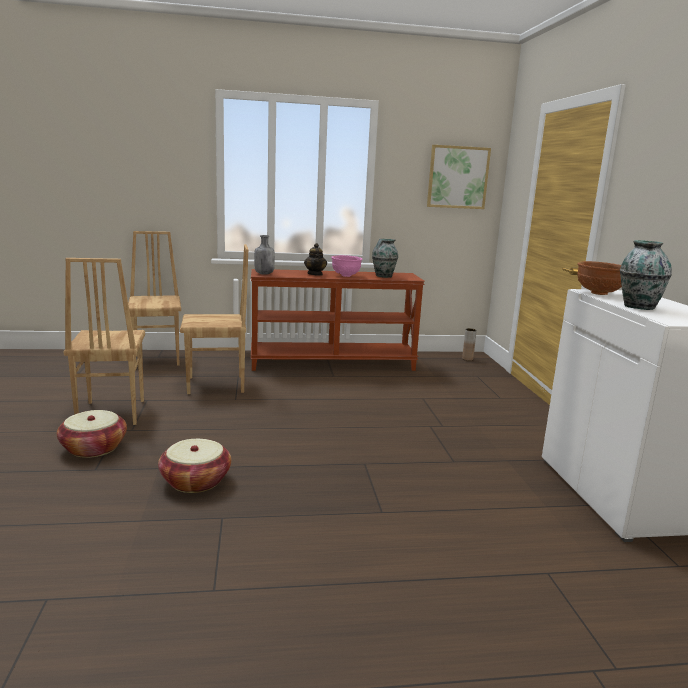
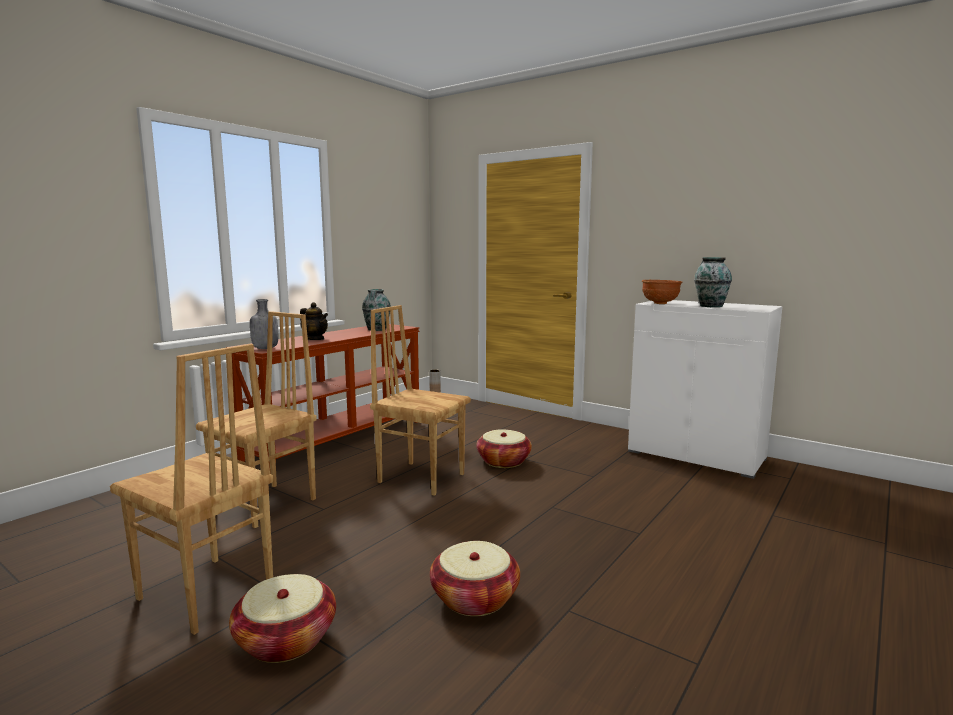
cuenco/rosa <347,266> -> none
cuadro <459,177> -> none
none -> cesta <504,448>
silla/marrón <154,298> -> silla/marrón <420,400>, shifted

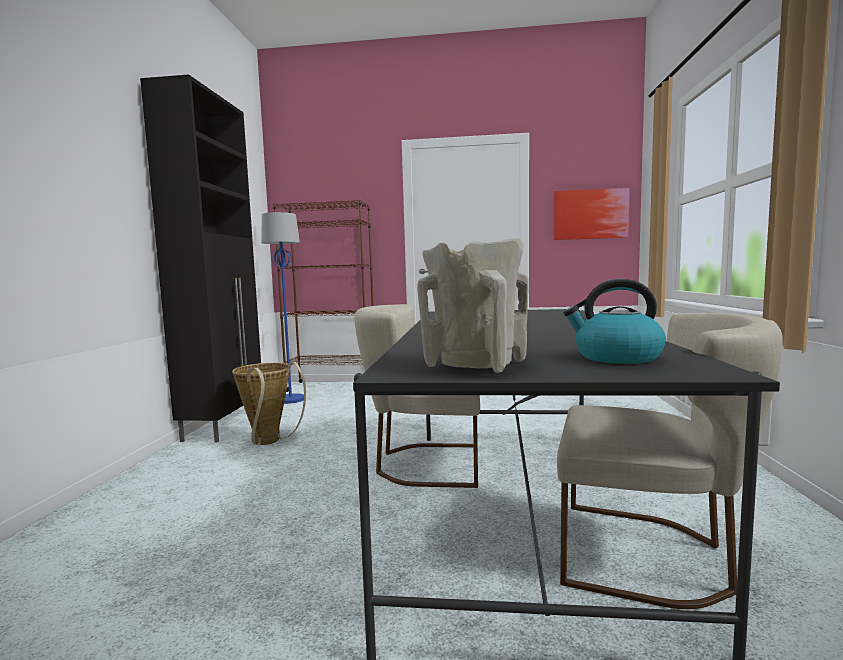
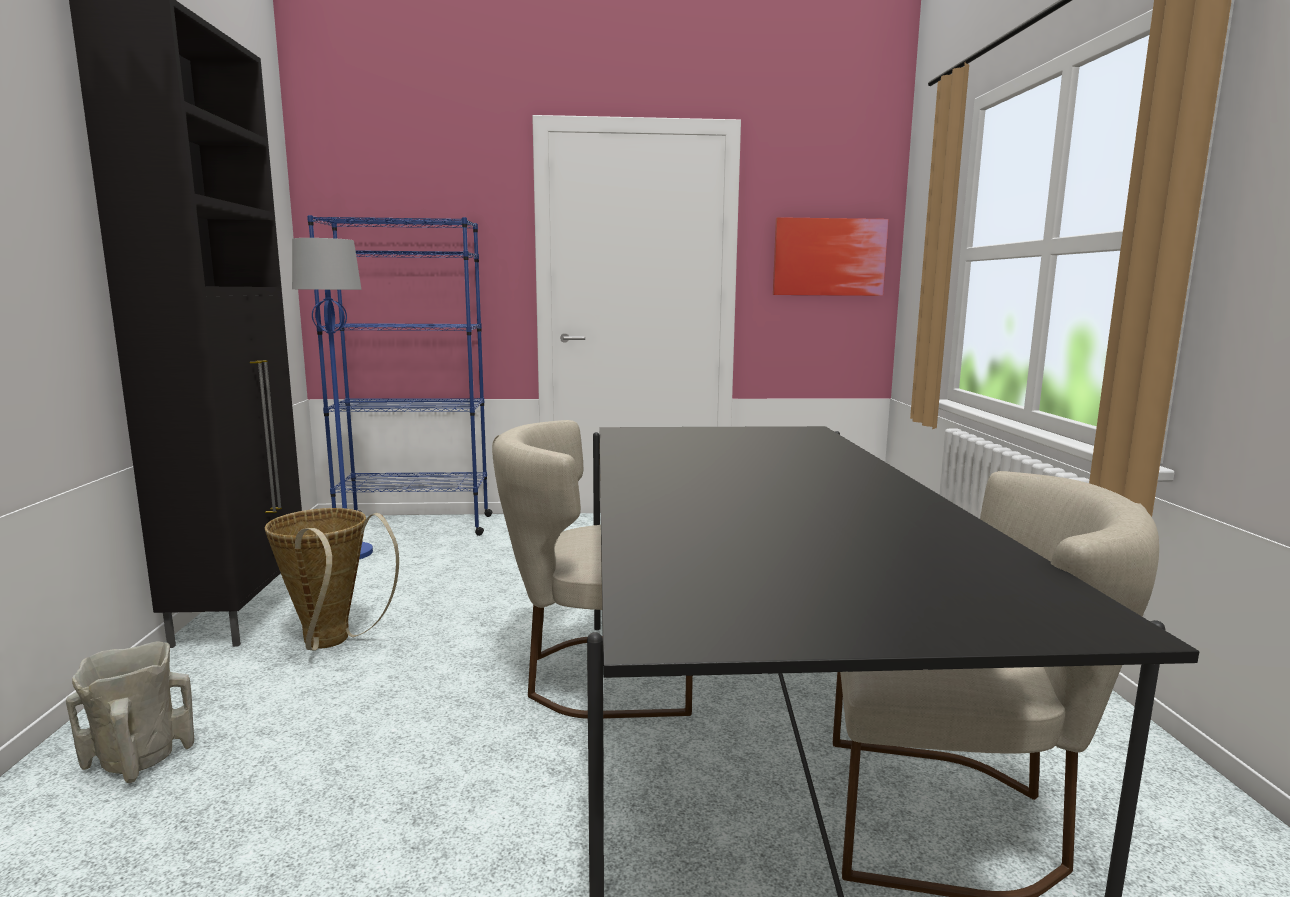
hervidor <615,321> -> none
florero/beis <473,305> -> florero/beis <130,712>, shifted
estantería/marrón <323,295> -> estantería/azul <399,375>

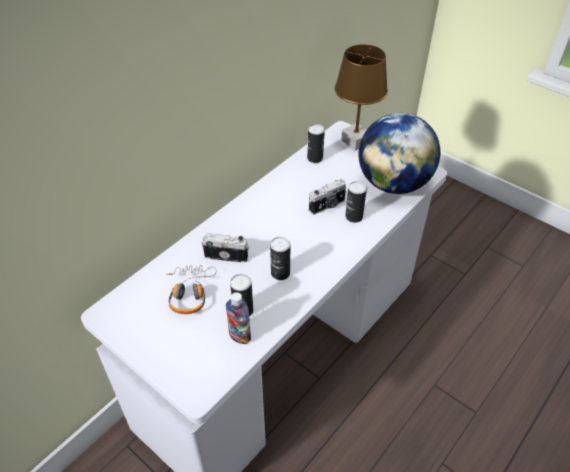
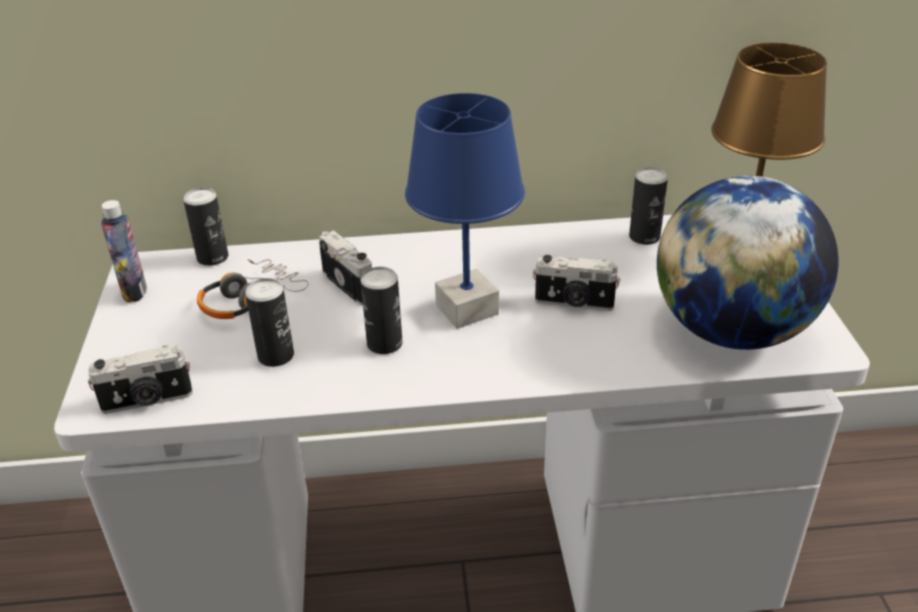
none -> cámara <140,379>
none -> lámpara de mesa/azul <465,211>
botella <238,318> -> botella <124,251>, shifted
lata <356,202> -> lata <205,227>, shifted

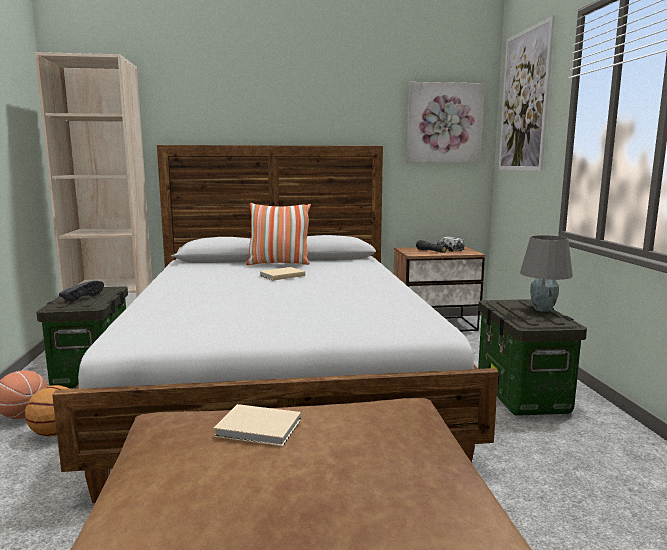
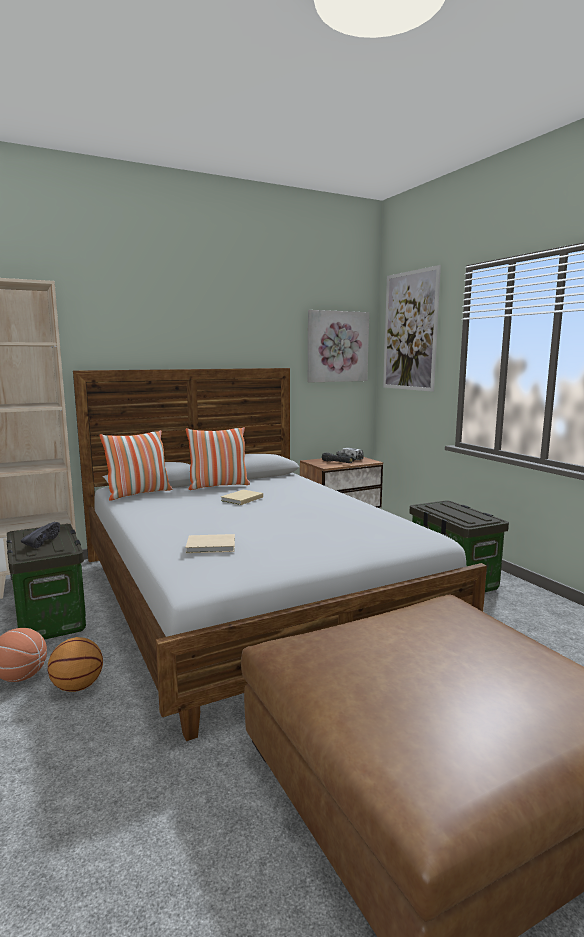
lámpara de mesa/gris <546,273> -> none
none -> cojín <135,465>
libro/beis <257,425> -> libro/beis <210,543>, shifted

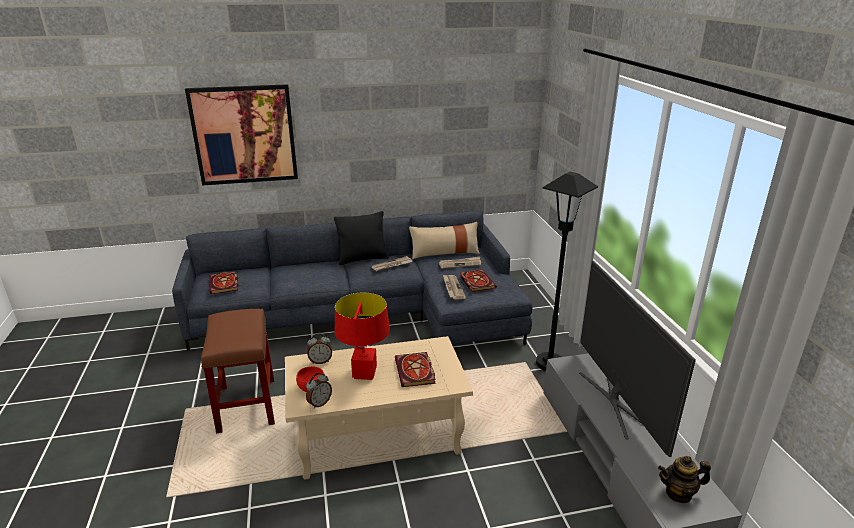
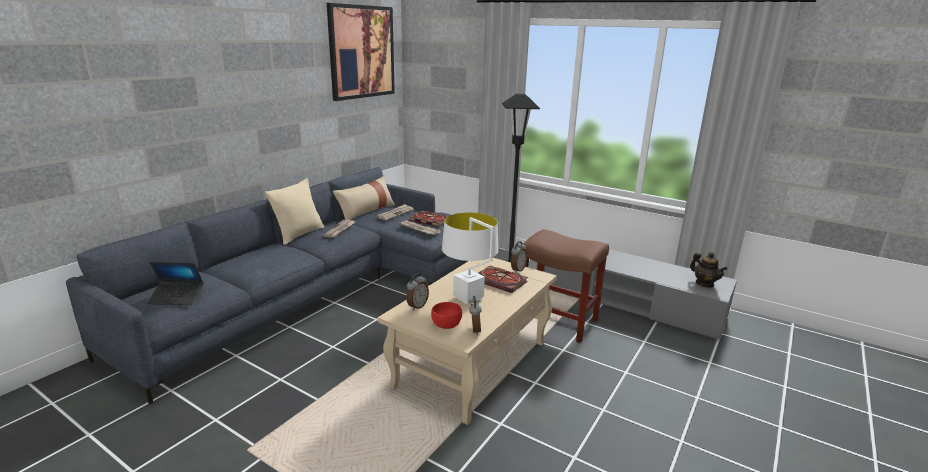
televisor <637,358> -> none
none -> despertador <519,257>
cuadro <241,135> -> cuadro <361,52>, shifted
taburete/marrón <238,371> -> taburete/marrón <565,286>, shifted
libro <224,282> -> portátil <175,283>
cojín/negro <361,238> -> cojín/beis <294,211>
lámpara de mesa/rojo <362,336> -> lámpara de mesa/blanco <470,258>
tetera <684,479> -> tetera <708,270>, 75 degrees counterclockwise

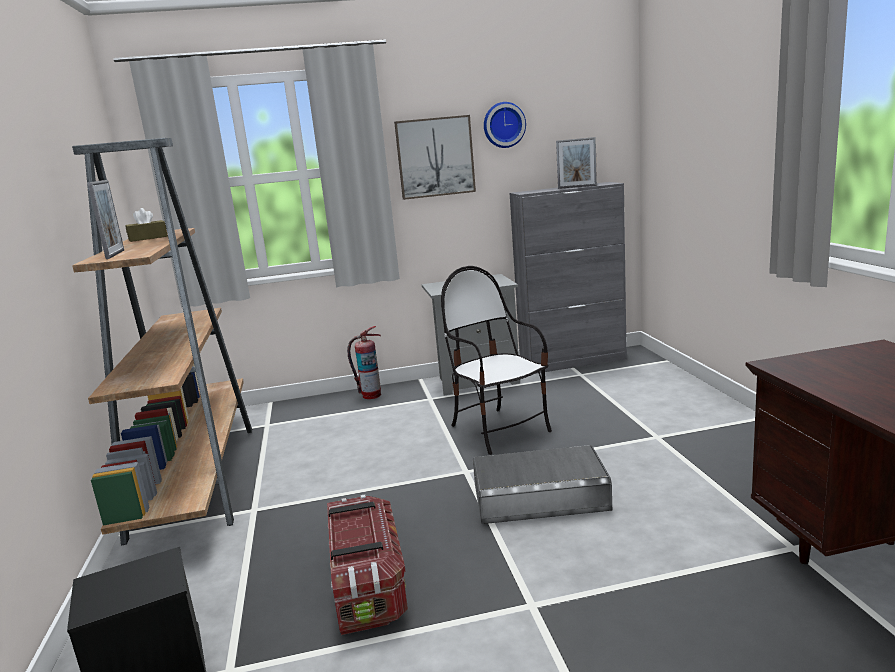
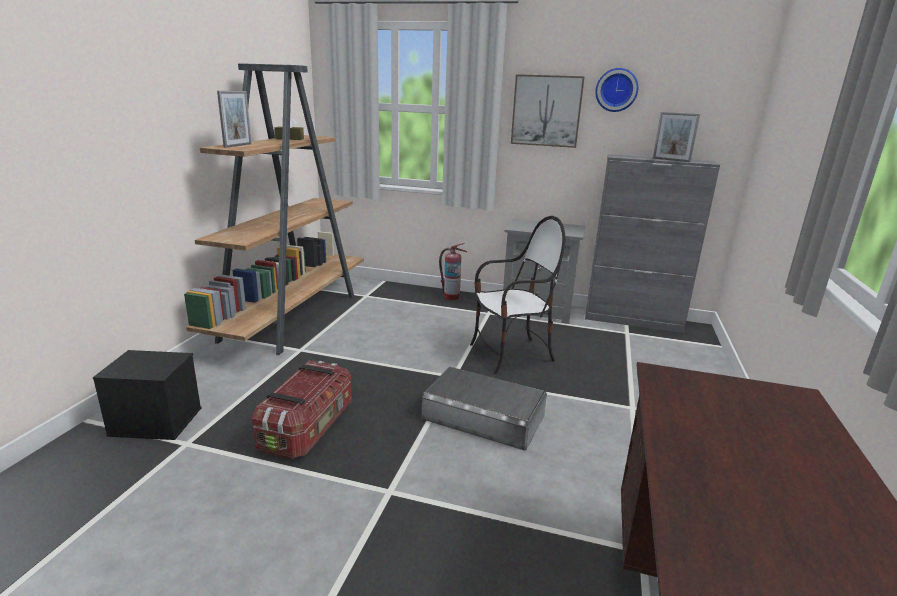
silla <496,360> -> silla <518,295>, 75 degrees clockwise

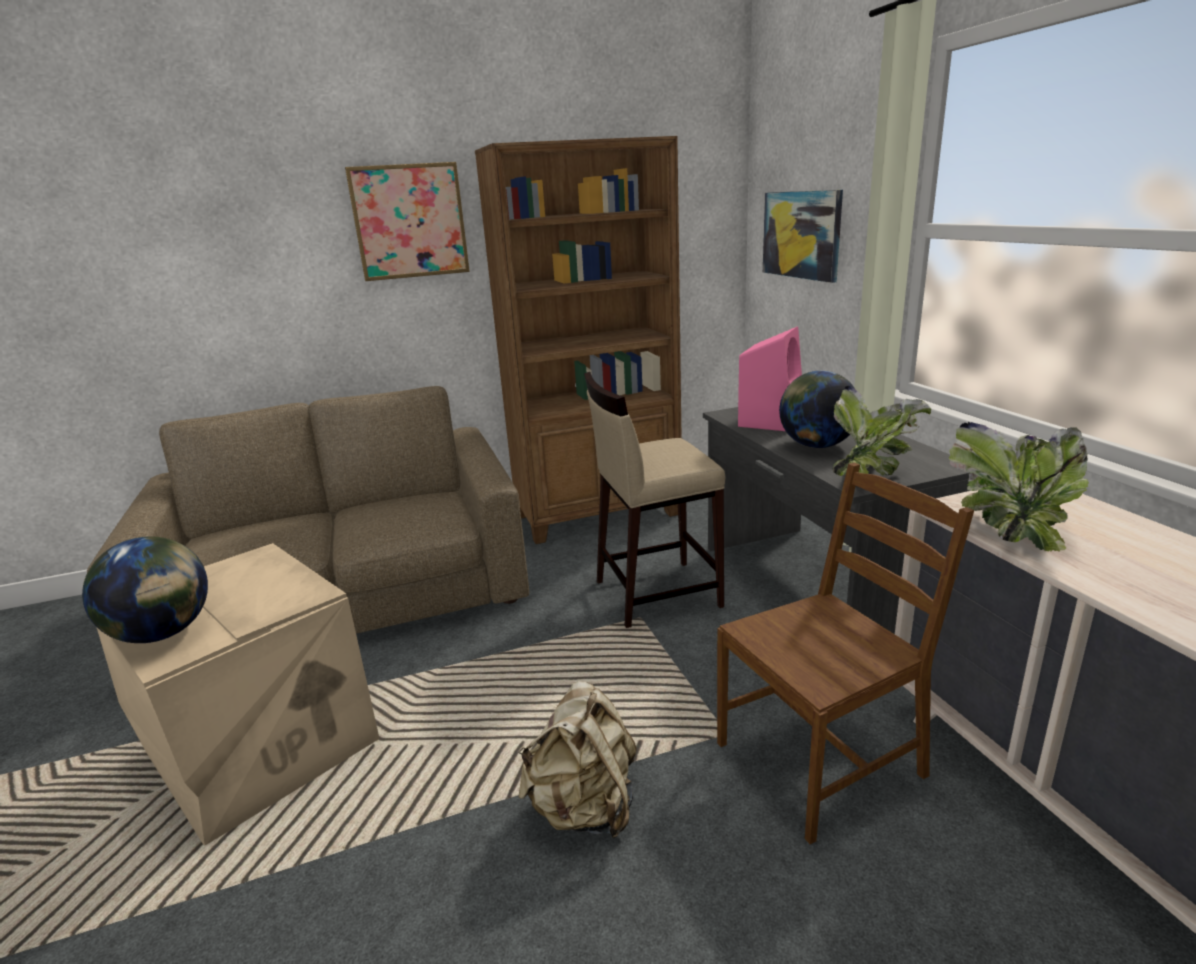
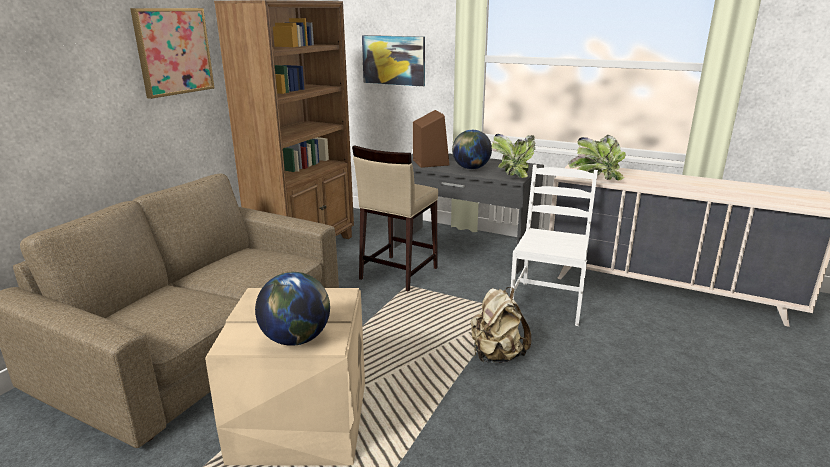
silla/marrón <845,653> -> silla/blanco <554,245>
altavoz/rosa <770,378> -> altavoz/marrón <431,139>

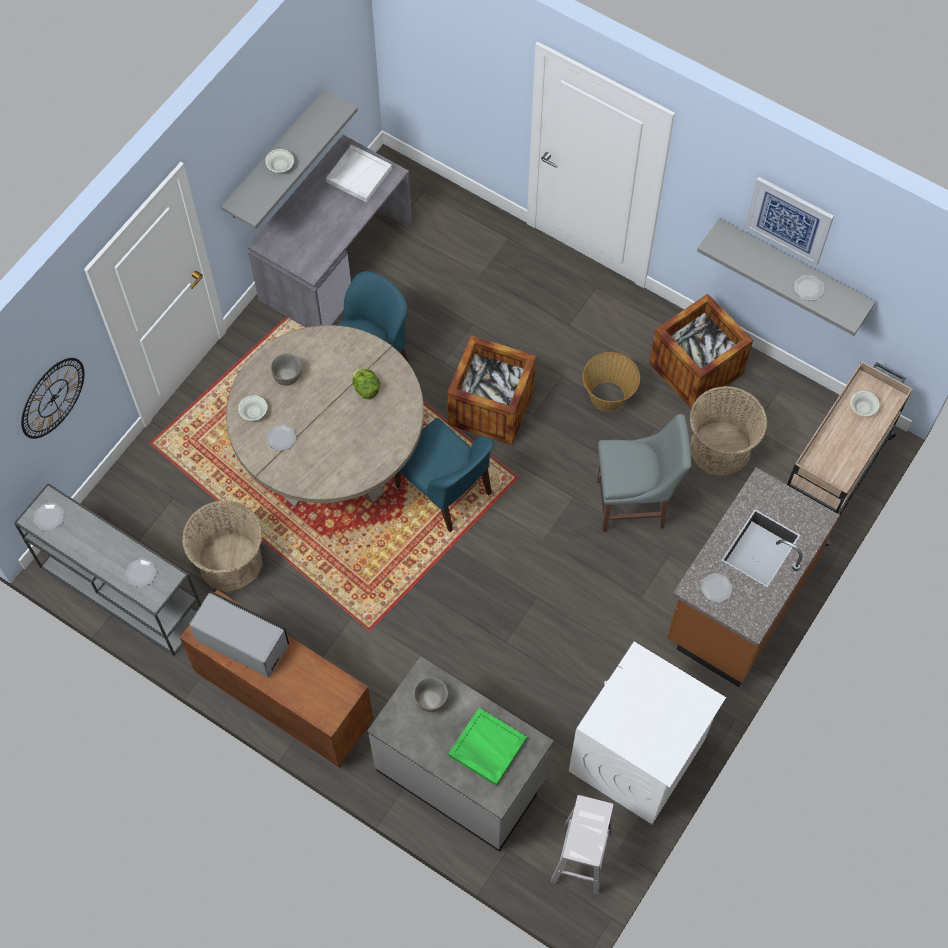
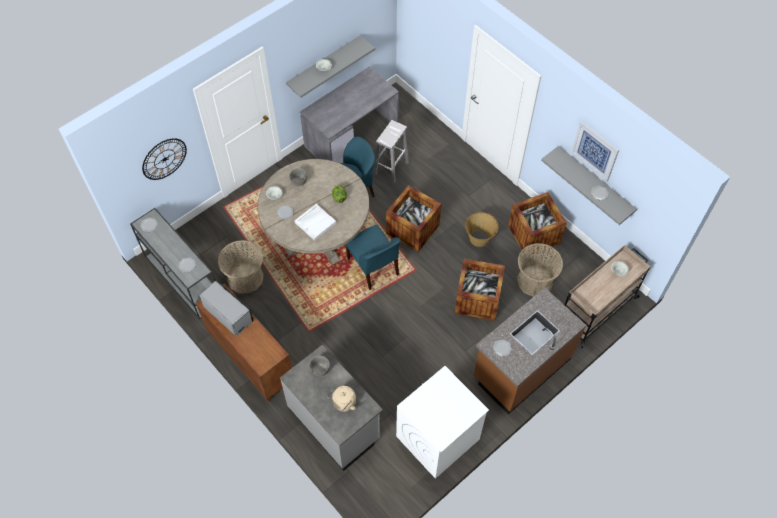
bandeja/blanco <359,173> -> bandeja/blanco <315,222>, shifted
taburete/blanco <582,845> -> taburete/blanco <391,151>, shifted
bandeja/verde <487,747> -> hervidor/beis <341,399>
silla/gris <644,473> -> caja de embalaje <480,290>

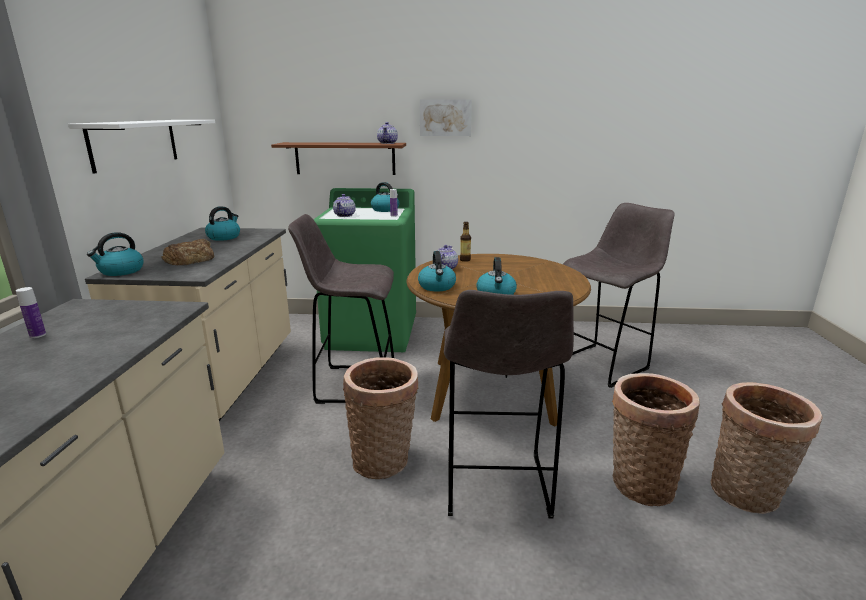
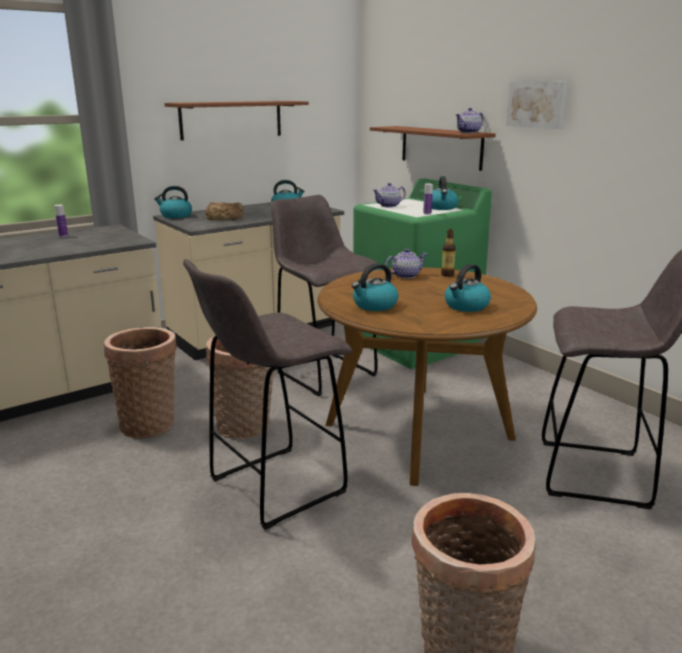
hervidor <437,271> -> hervidor <468,288>, shifted
cesta <656,439> -> cesta <140,383>, shifted
estante/blanco <141,147> -> estante/marrón <236,121>

